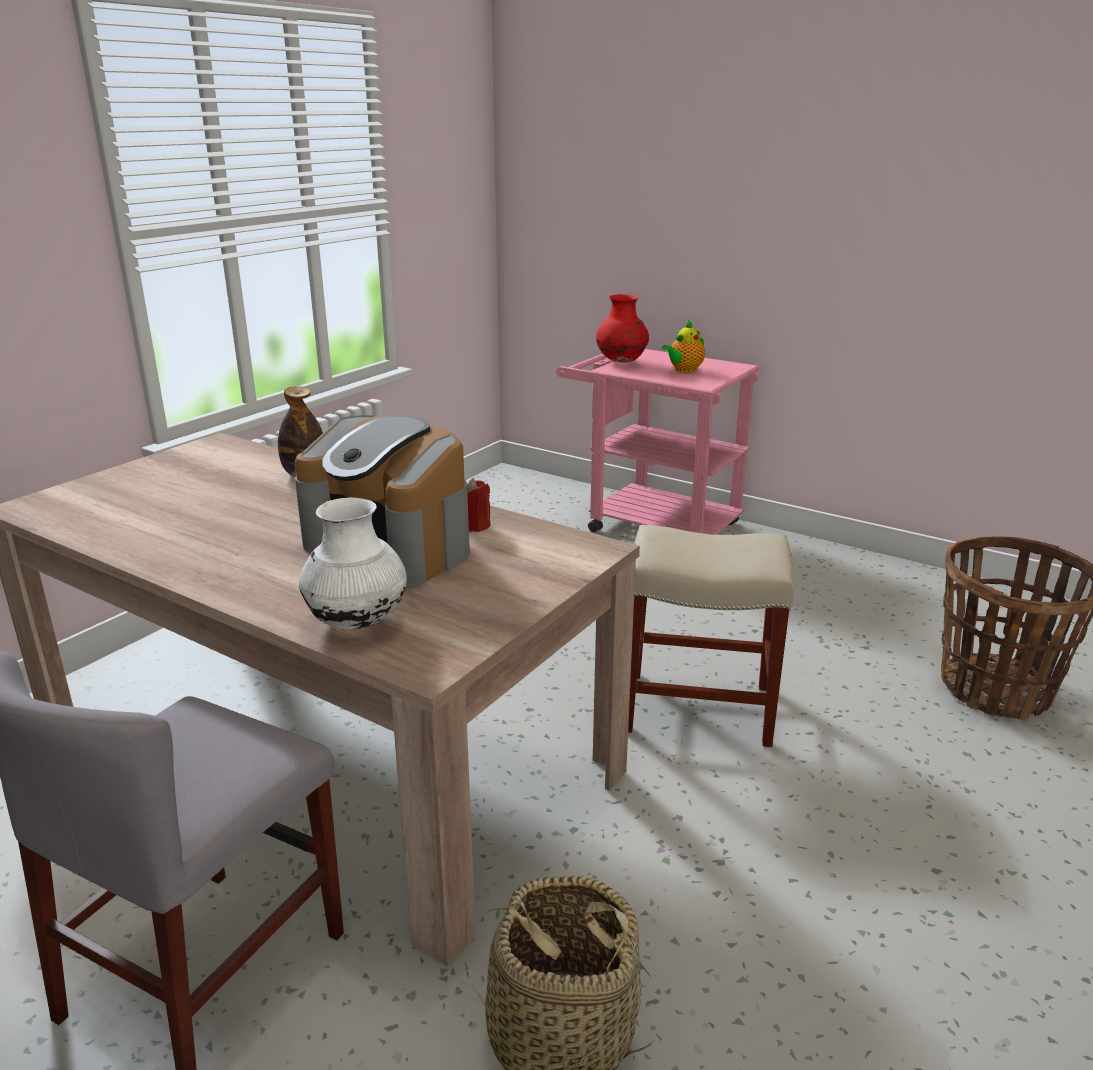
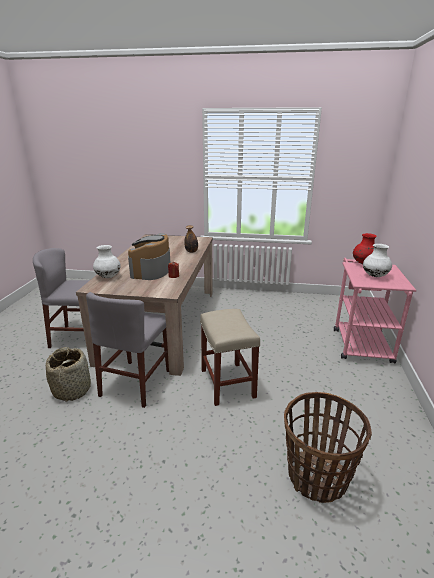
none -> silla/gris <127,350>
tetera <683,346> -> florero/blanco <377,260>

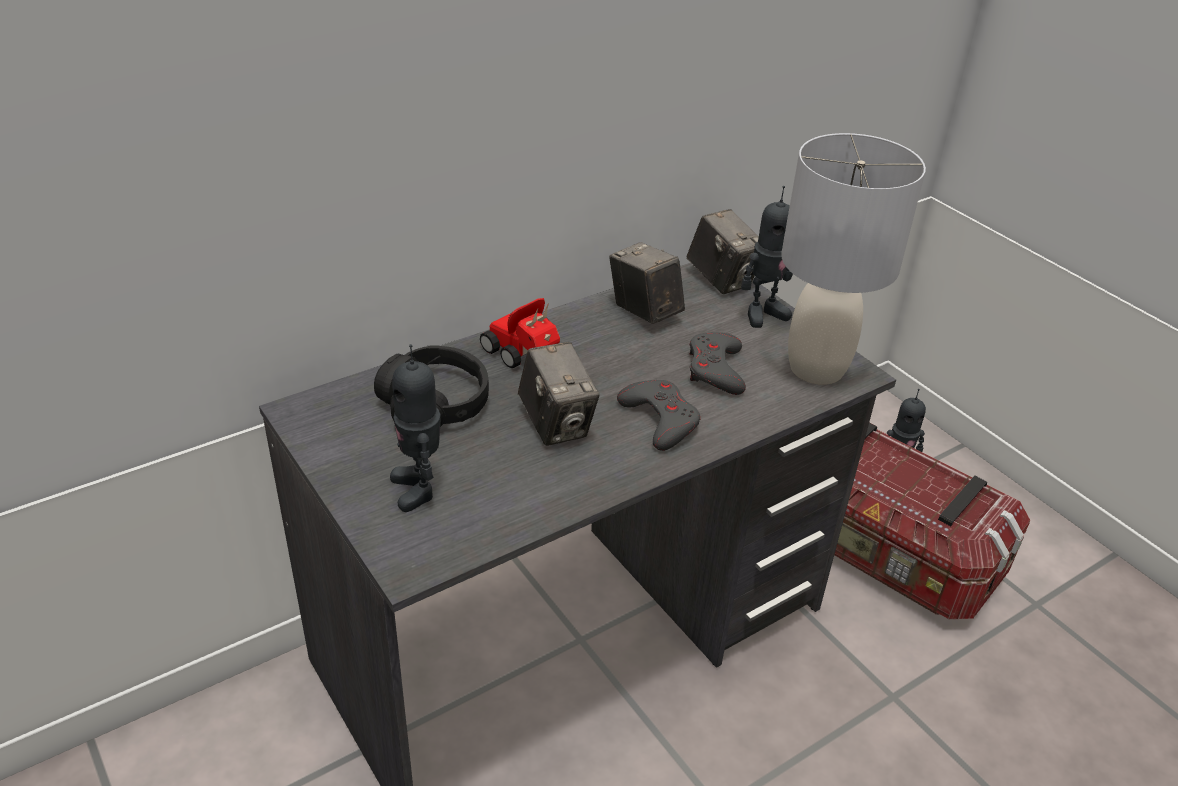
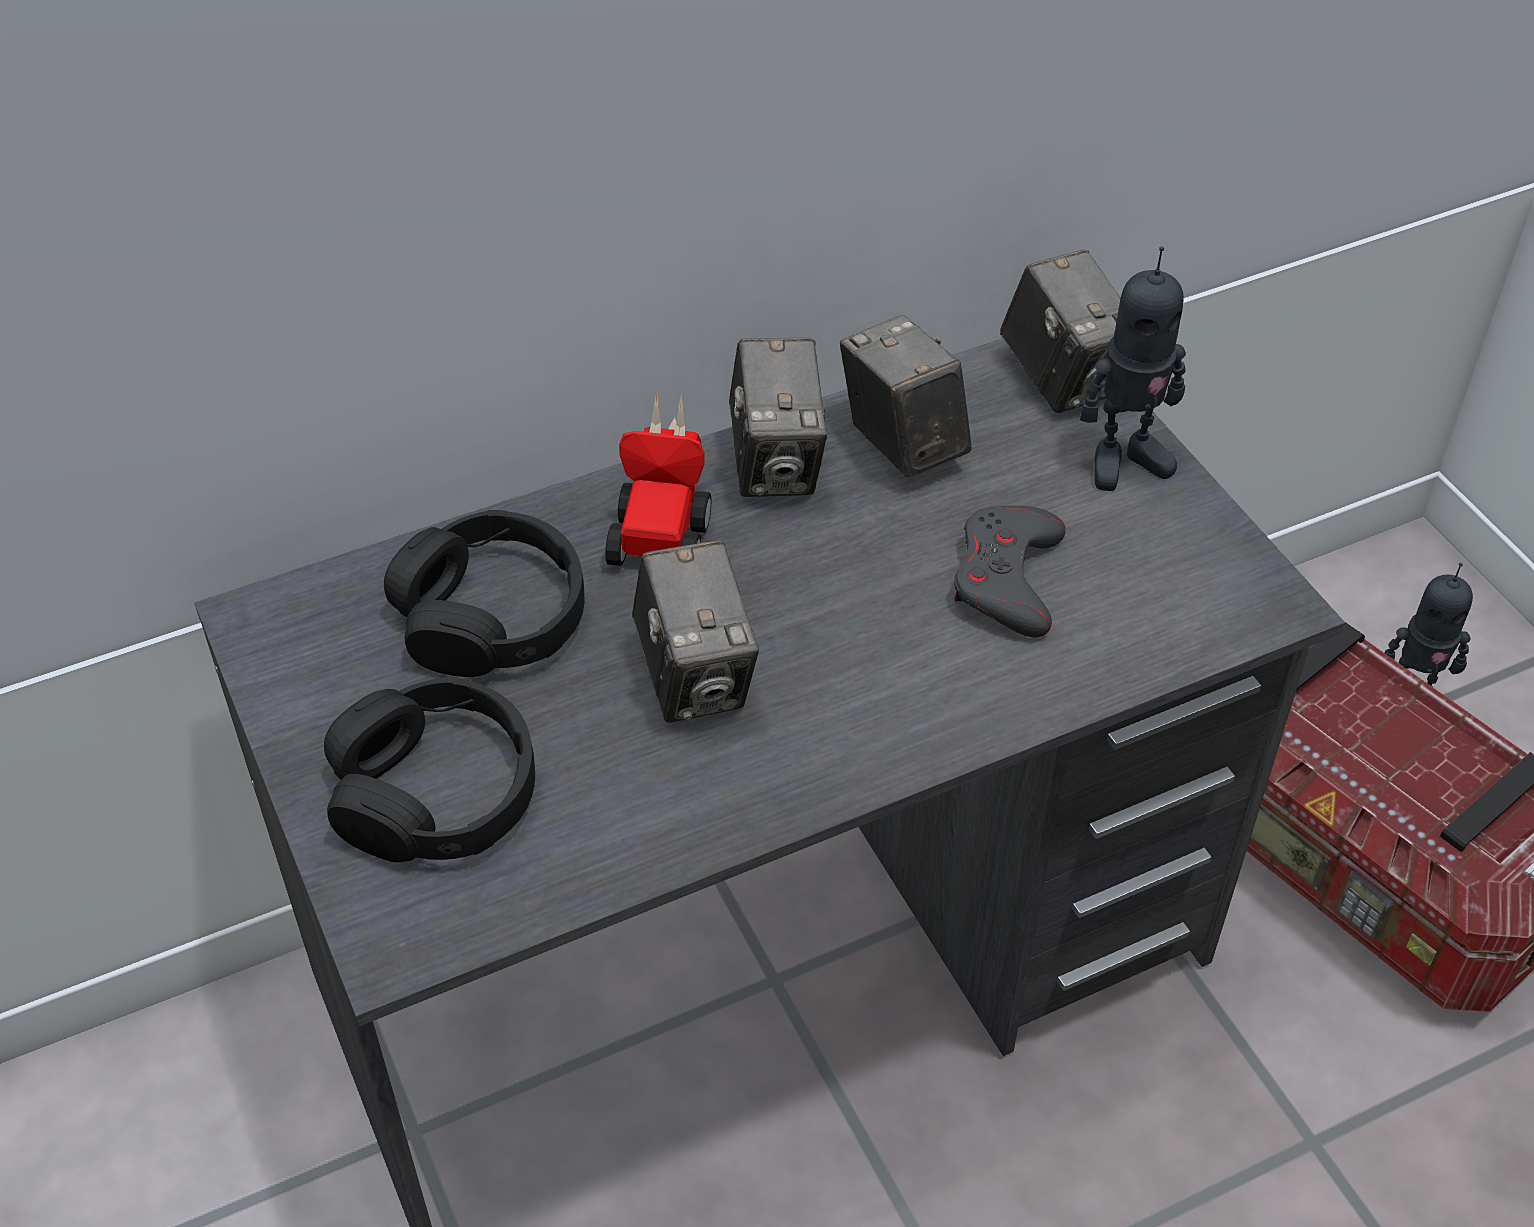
mando de consola/gris <659,415> -> none
lámpara de mesa/gris <853,259> -> none
none -> cámara <778,417>
robot de juguete <415,428> -> auriculares/negro <429,770>
coche de juguete <520,333> -> coche de juguete <658,479>, 135 degrees counterclockwise

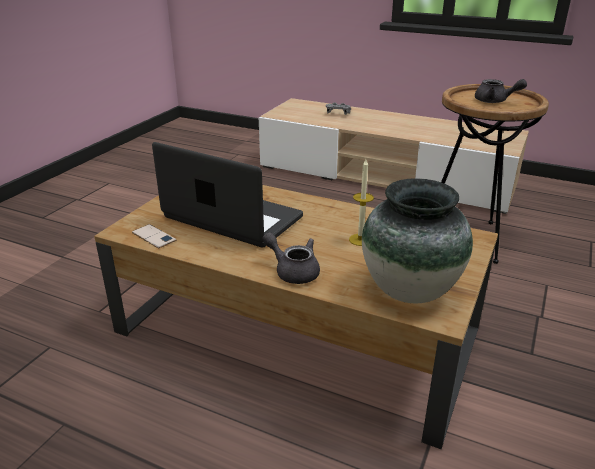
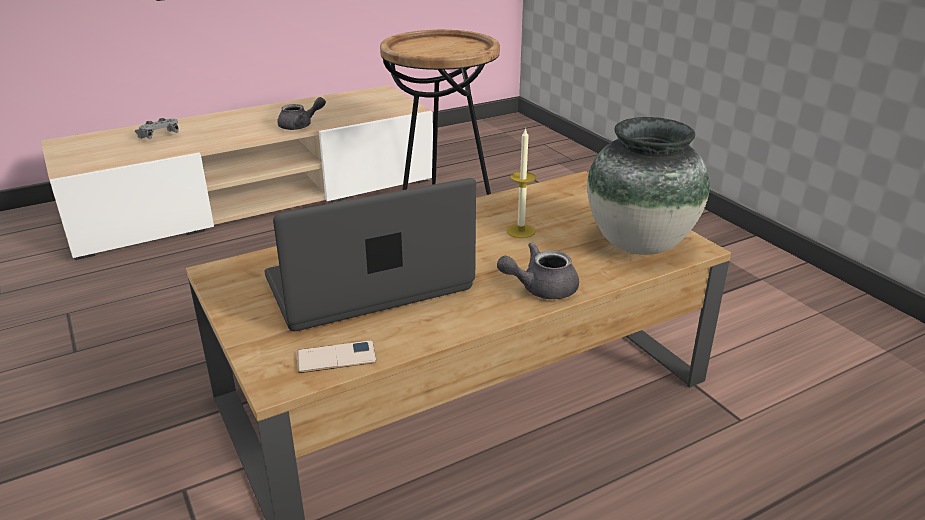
tetera/gris <501,91> -> tetera/gris <301,113>, shifted

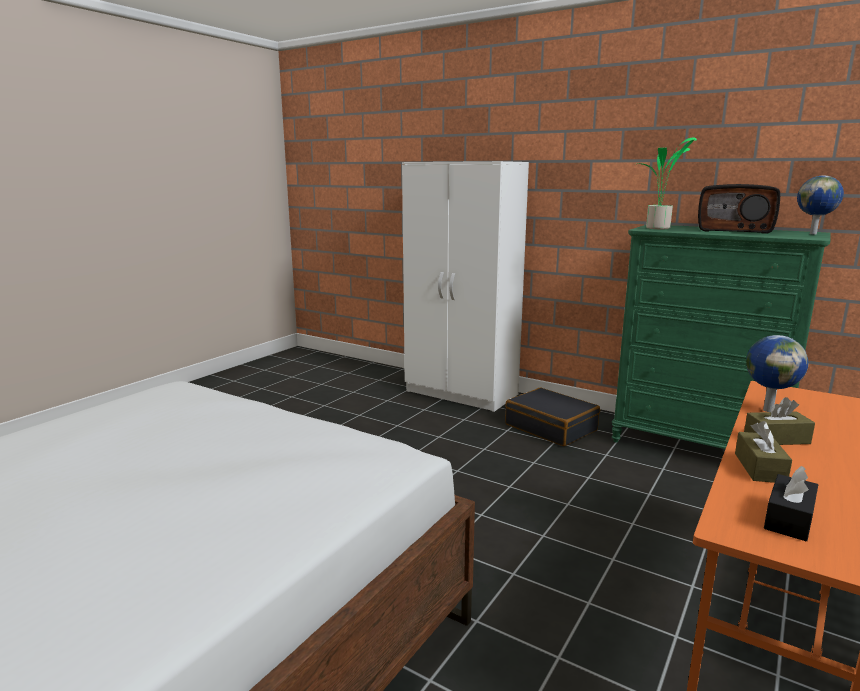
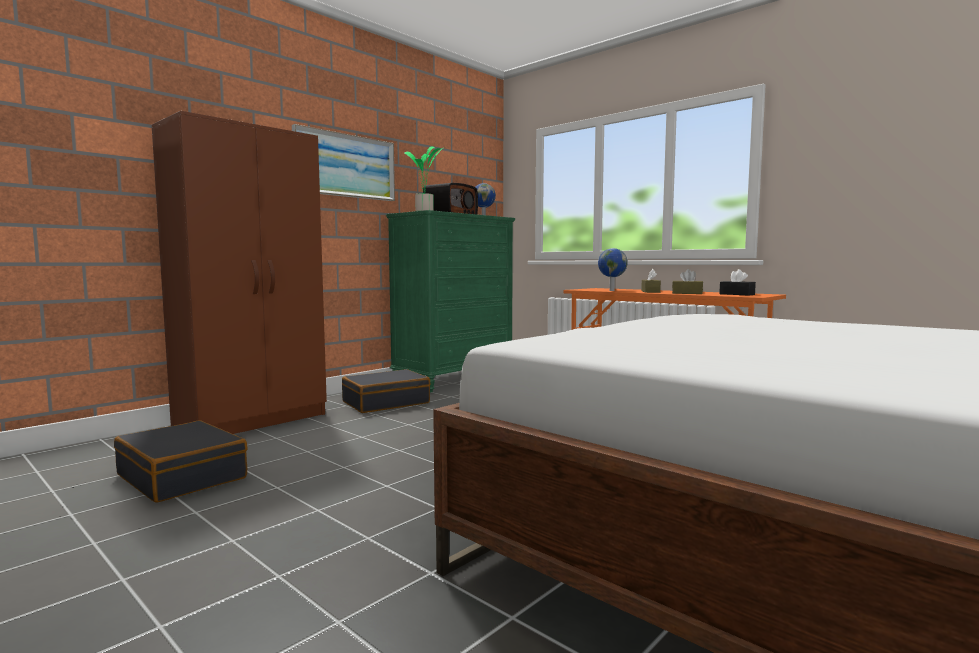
none -> maleta/negro <181,461>
none -> cuadro <343,162>
armario ropero/blanco <465,286> -> armario ropero/marrón <239,272>

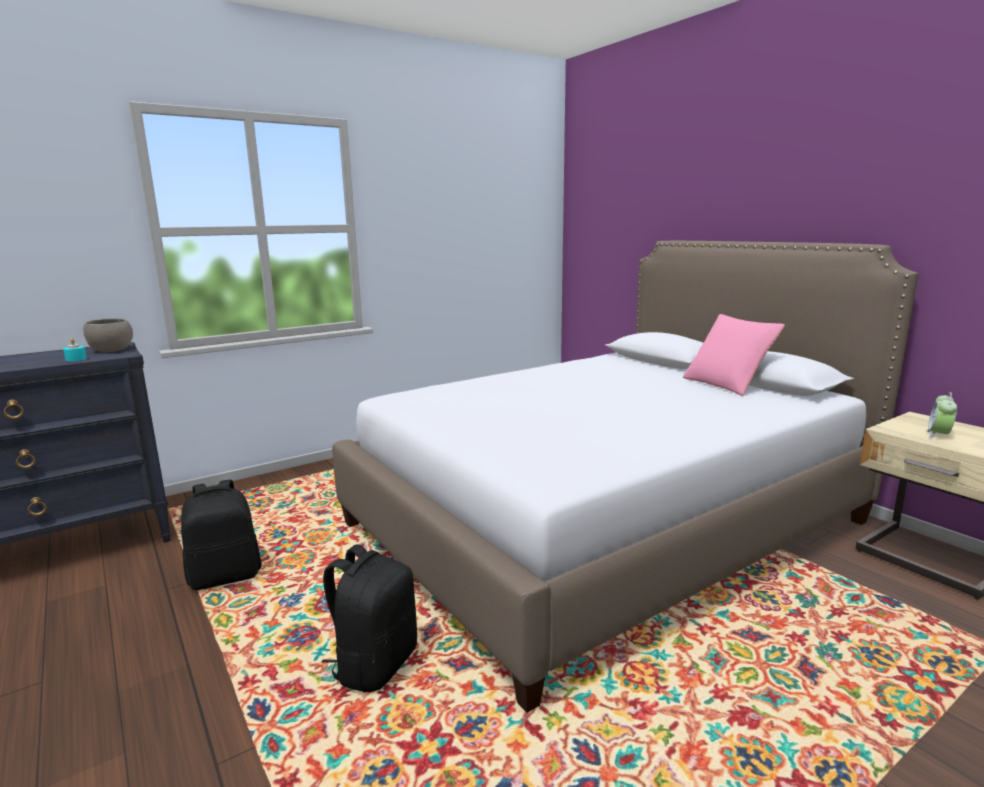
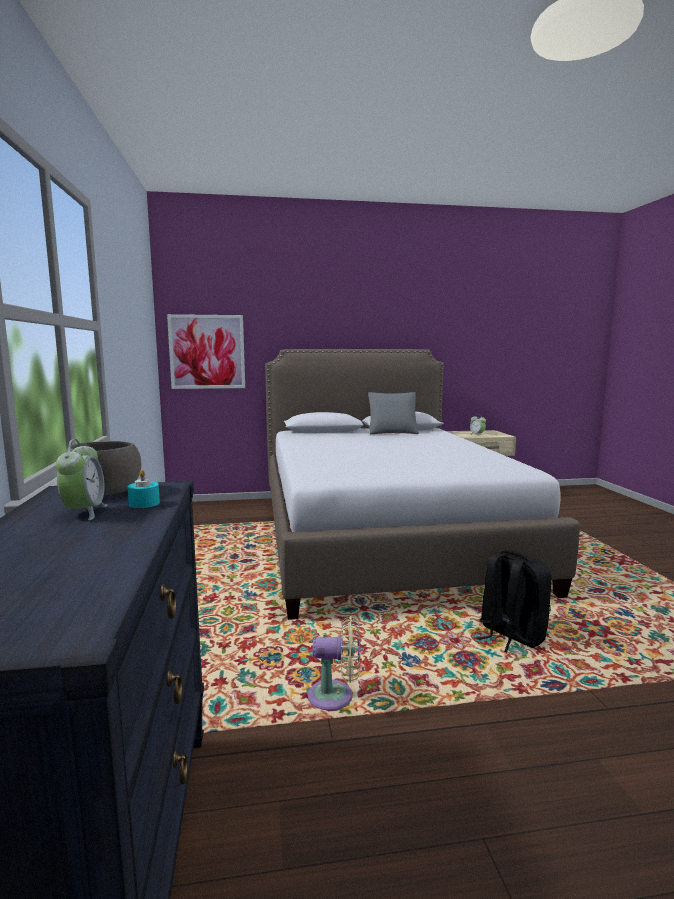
none -> despertador <81,479>
none -> cuadro <206,351>
mochila/negro <221,535> -> ventilador/beis <334,663>
cojín/rosa <734,355> -> cojín/gris <393,413>

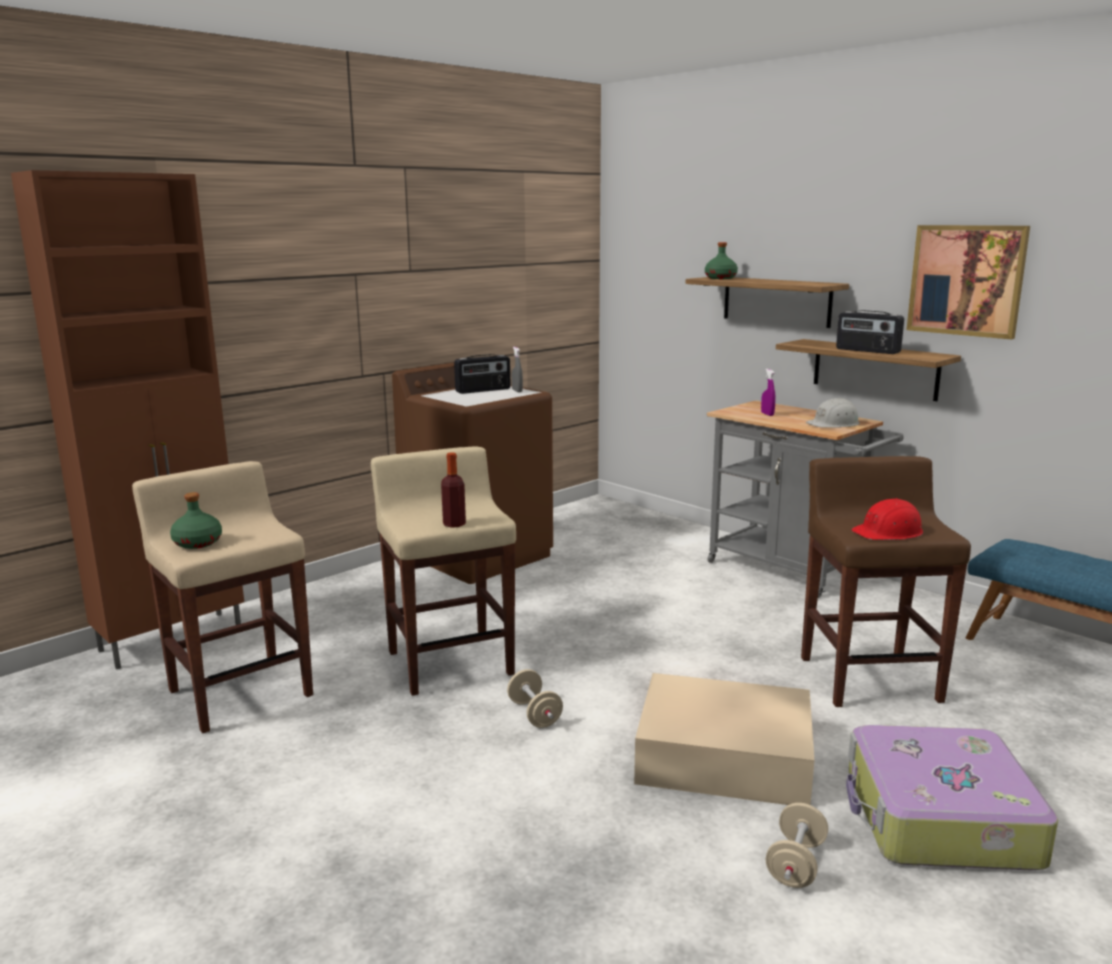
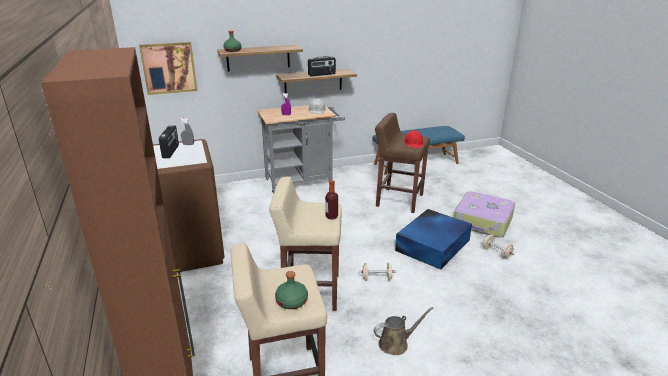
none -> regadera/marrón <403,331>
cuadro <968,282> -> cuadro <168,68>, shifted
caja de almacenaje/beis <724,739> -> caja de almacenaje/azul <433,239>

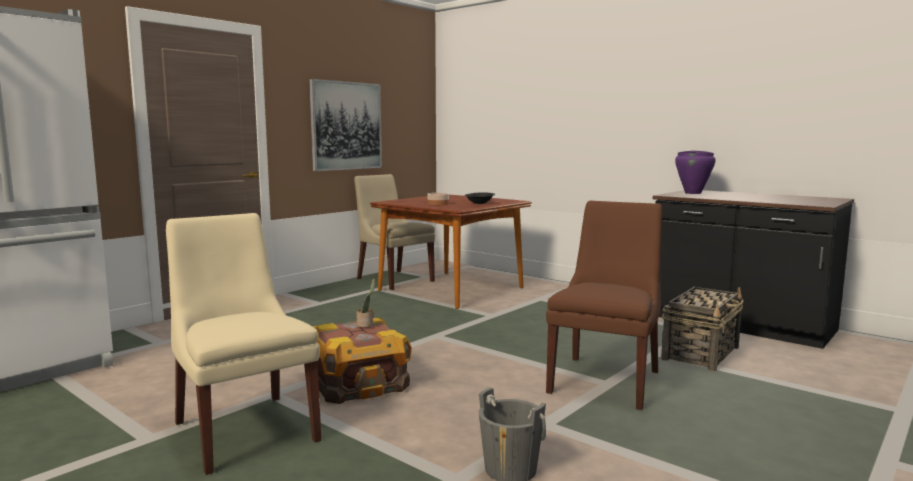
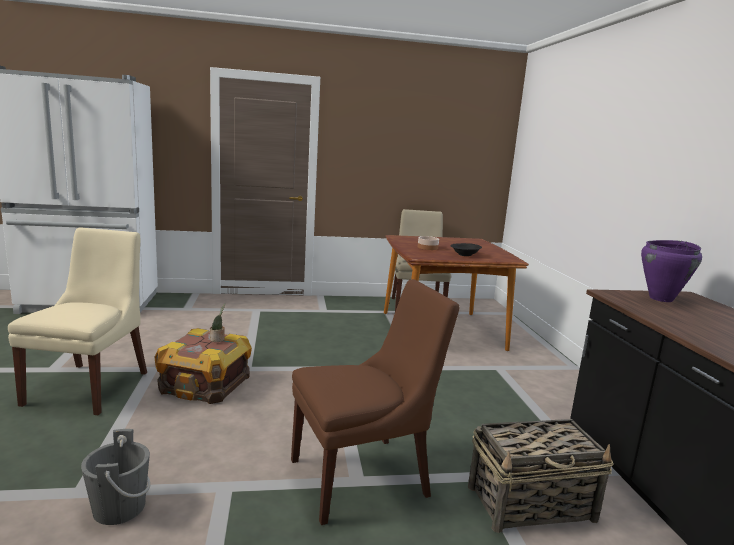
cuadro <345,125> -> none

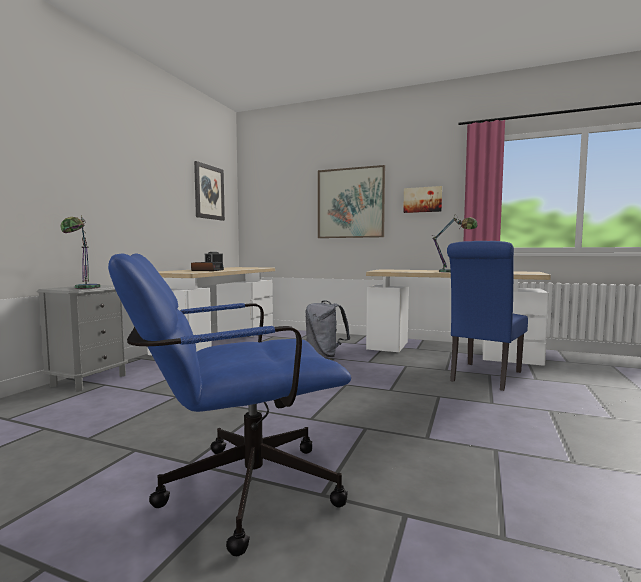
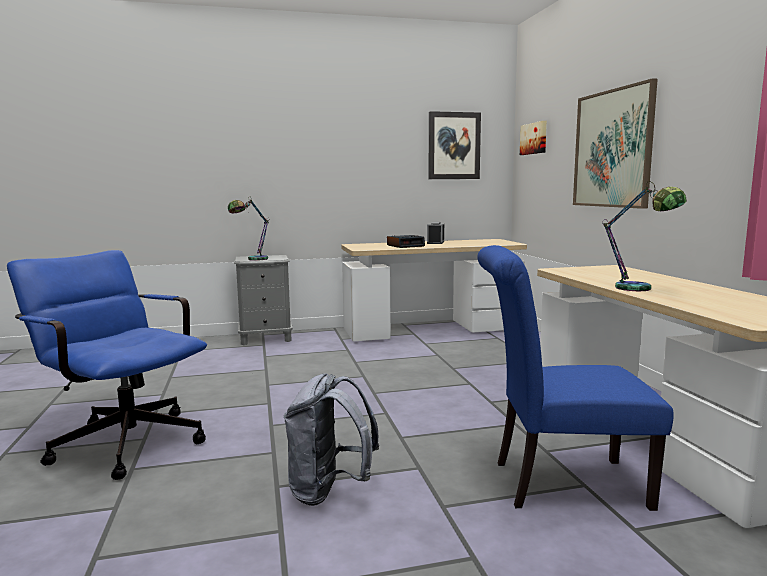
mochila/gris <327,328> -> mochila/gris <331,439>, shifted
cuadro <422,199> -> cuadro <533,138>, shifted

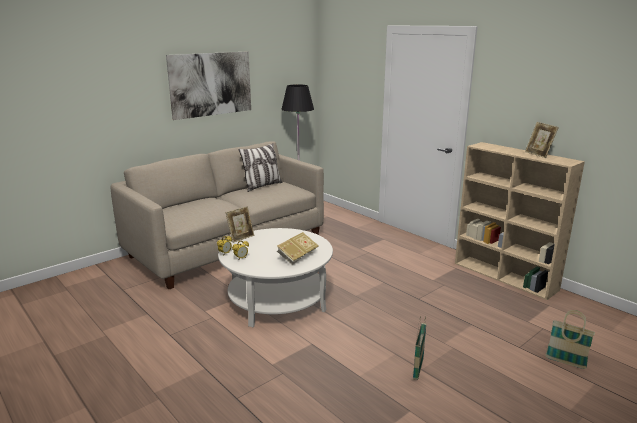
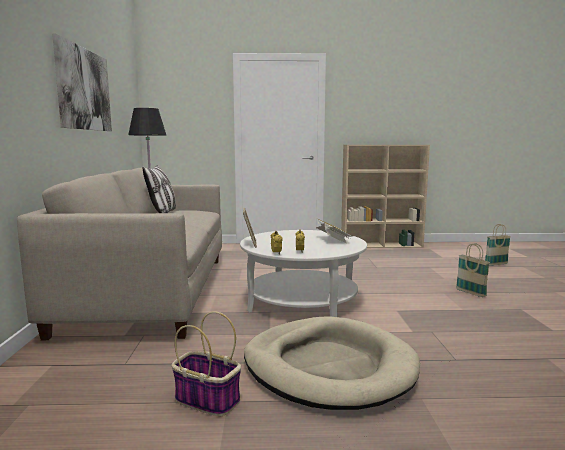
portarretratos <542,140> -> none
none -> cesta <206,363>
none -> cama para perro/beis <332,363>

